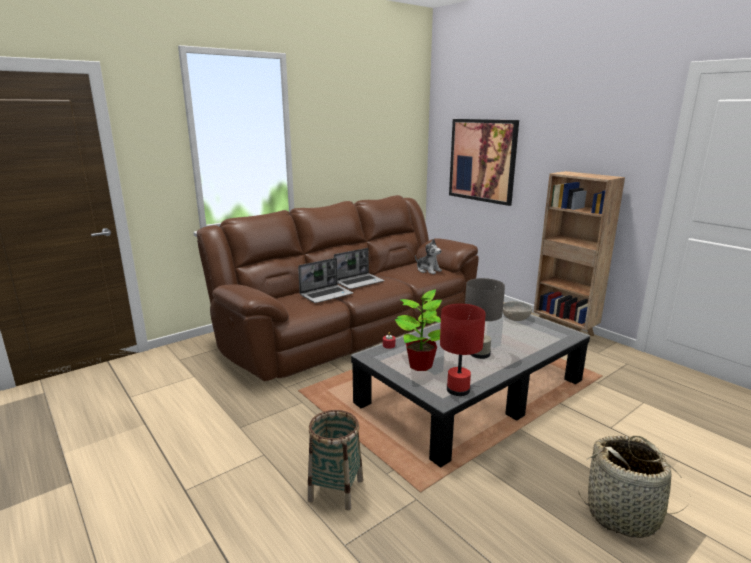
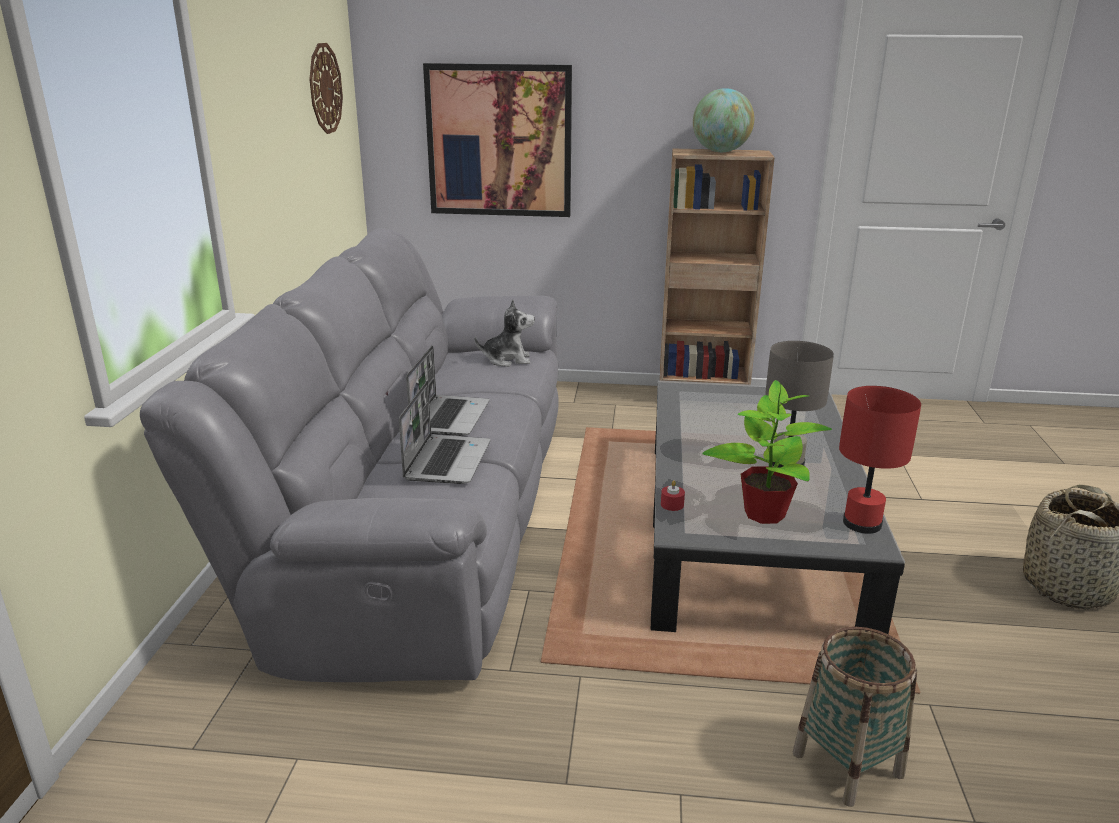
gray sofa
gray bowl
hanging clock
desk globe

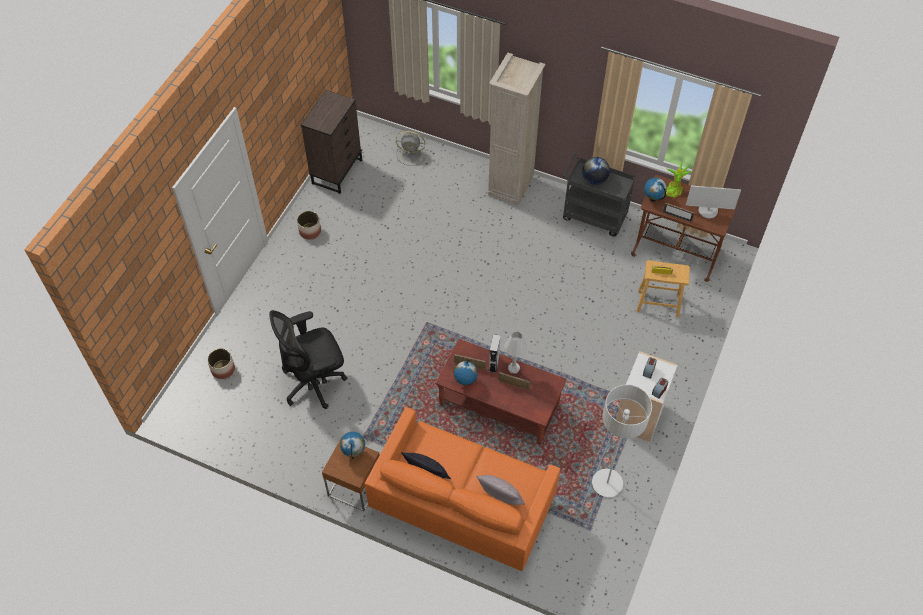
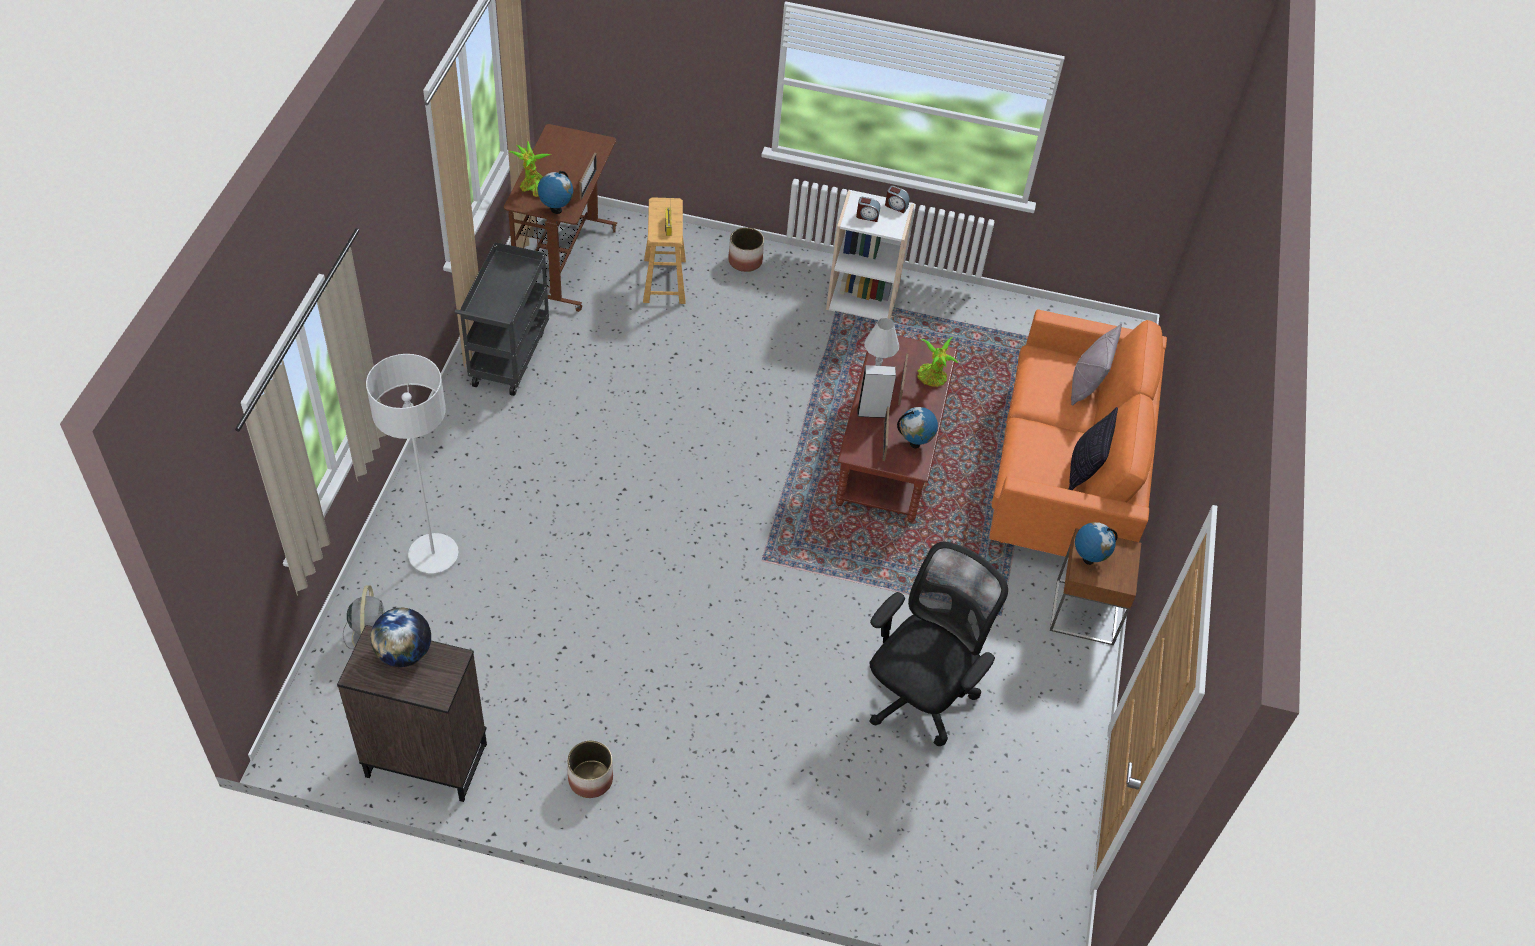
planter (no. 2 from left)
black-coloured desk chair
beige cabinet
desk globe (no. 1 from left)
gray standing lamp
computer display
plant in a pot (no. 2 from left)

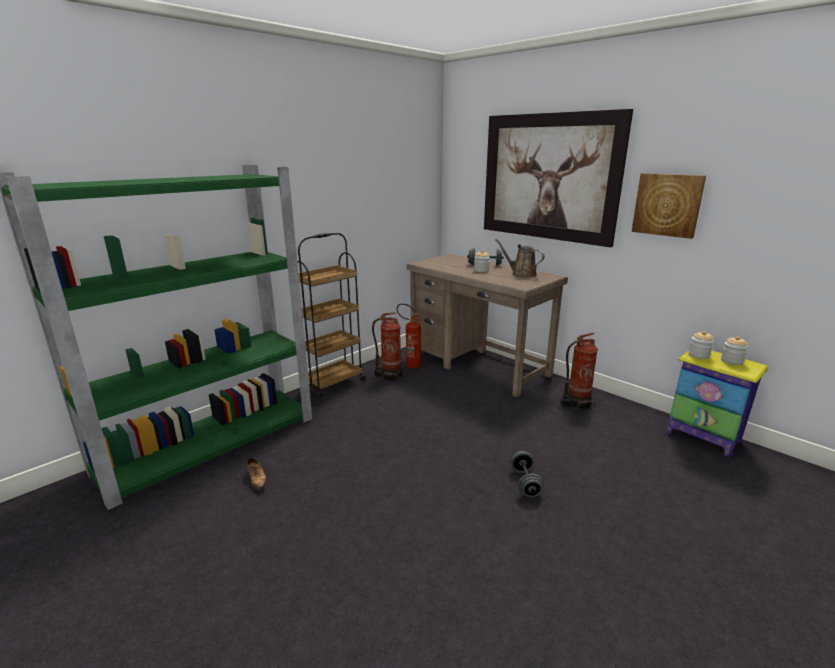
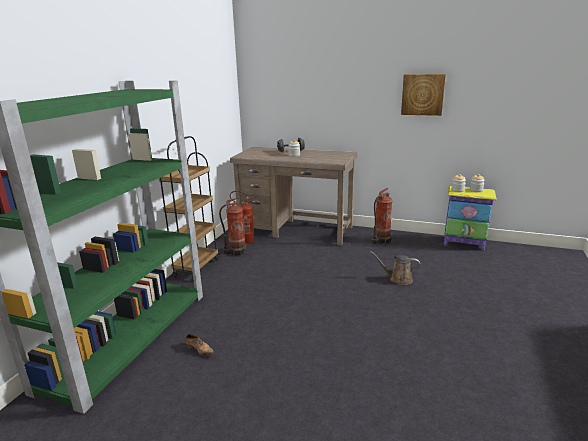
wall picture (no. 1 from left in the first image)
brown-coloured sprinkling can
gray hand weight (no. 2 from left in the first image)

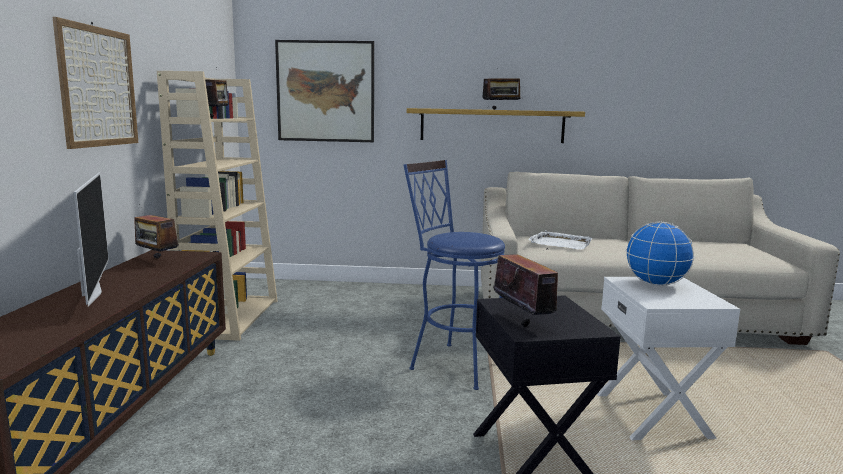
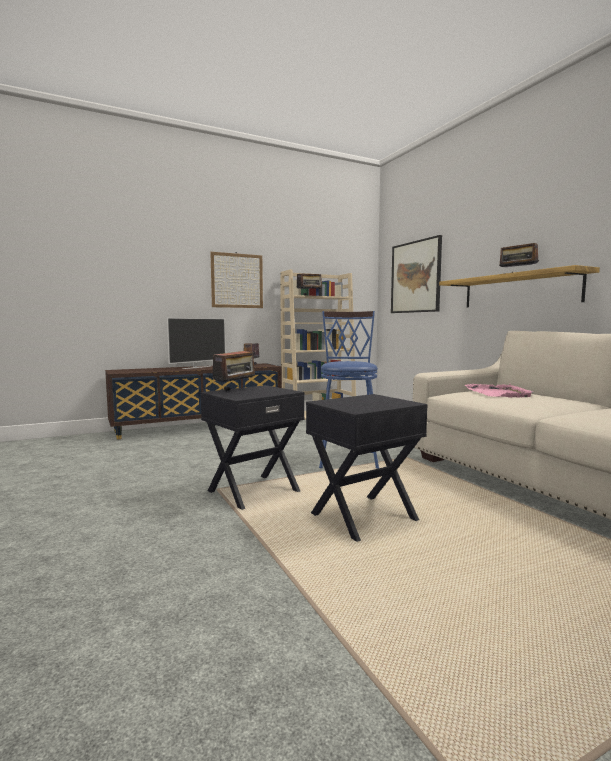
pink carrying tray
black-coloured end table (no. 2 from left)
desk globe

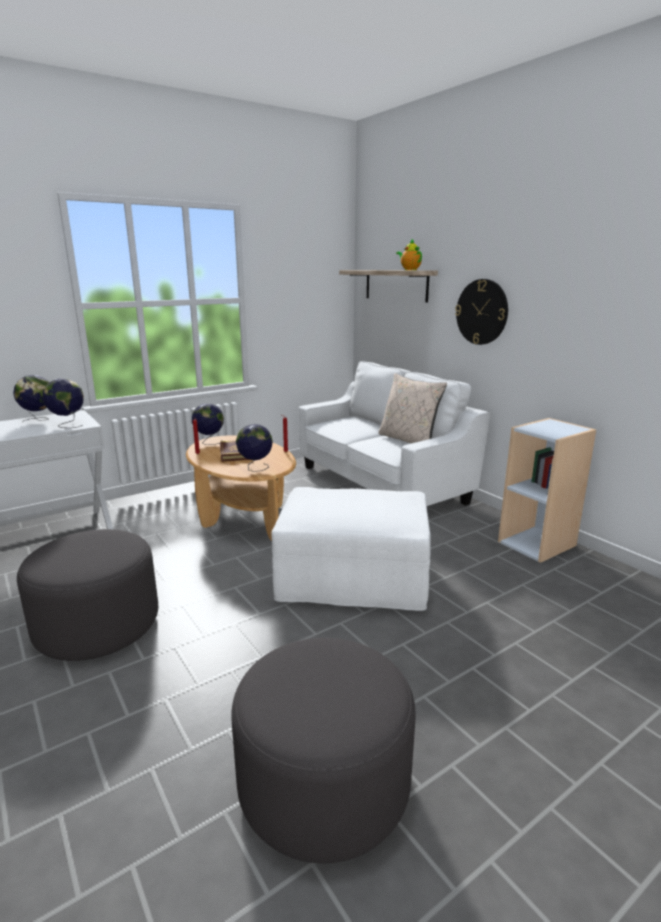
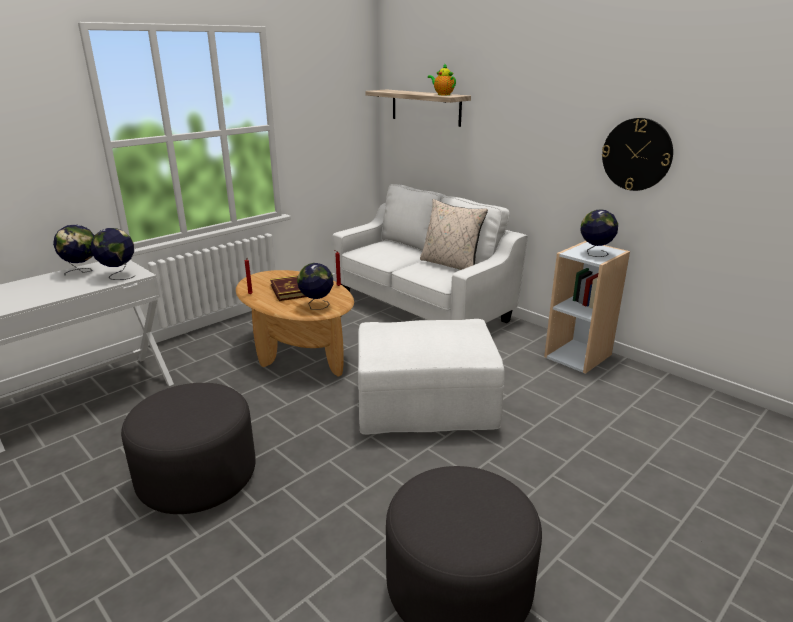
desk globe (no. 4 from left)
hanging clock

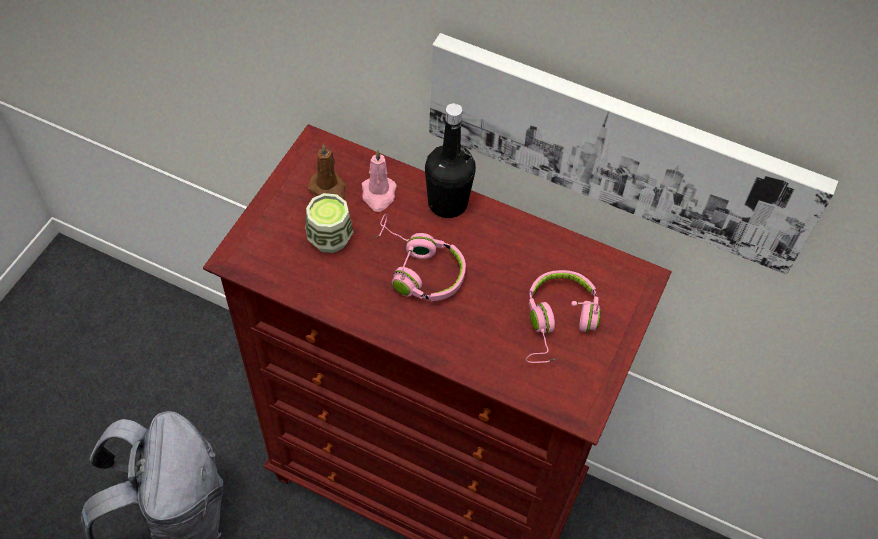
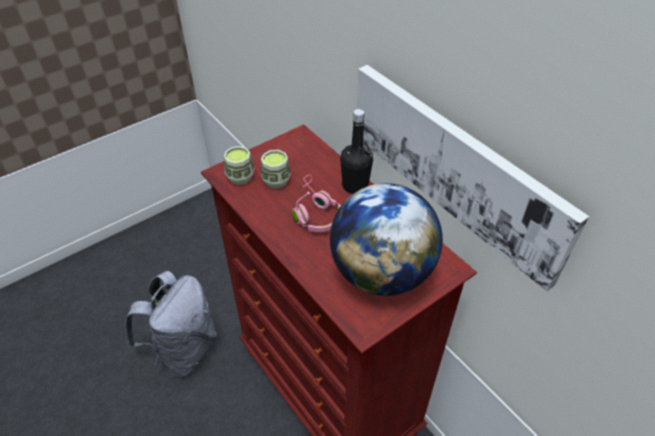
brown-coloured candle
pink candle
desk globe
drinking cup (no. 1 from left)

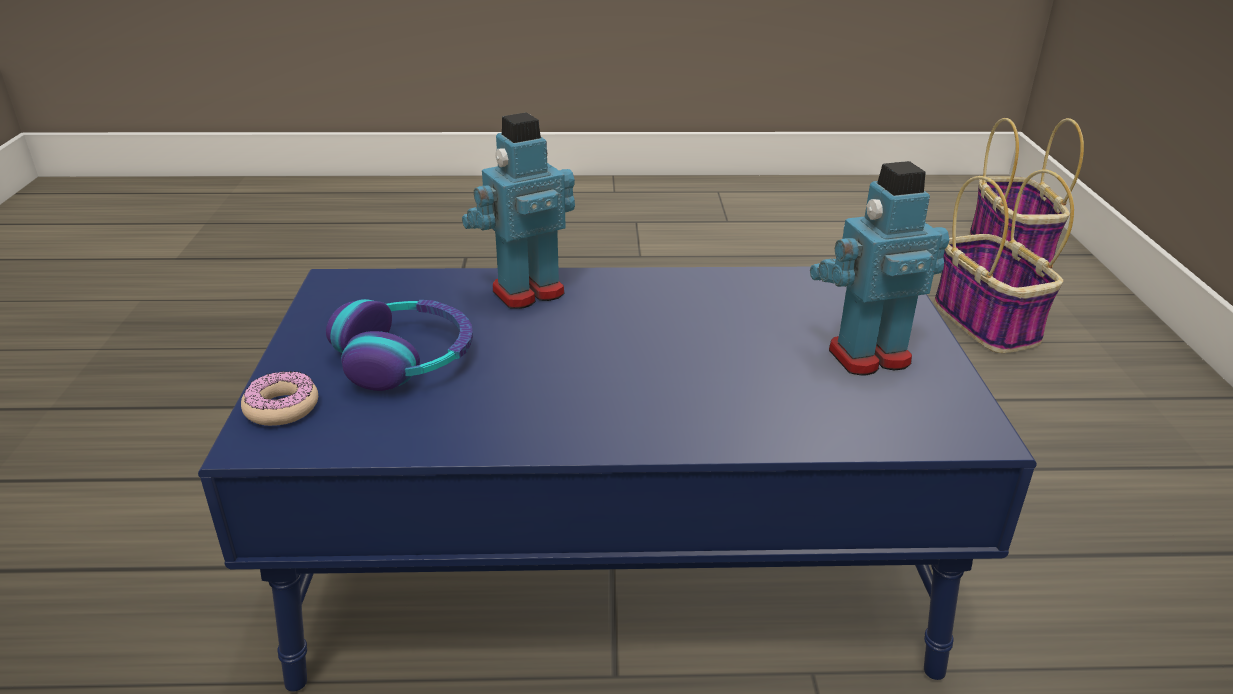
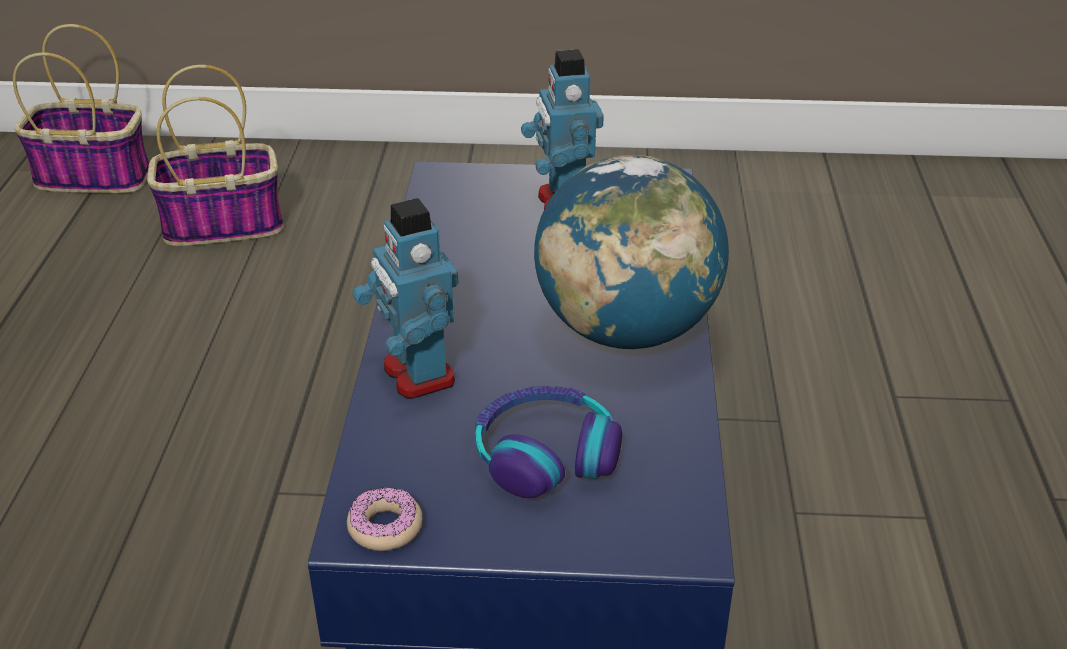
doughnut
desk globe

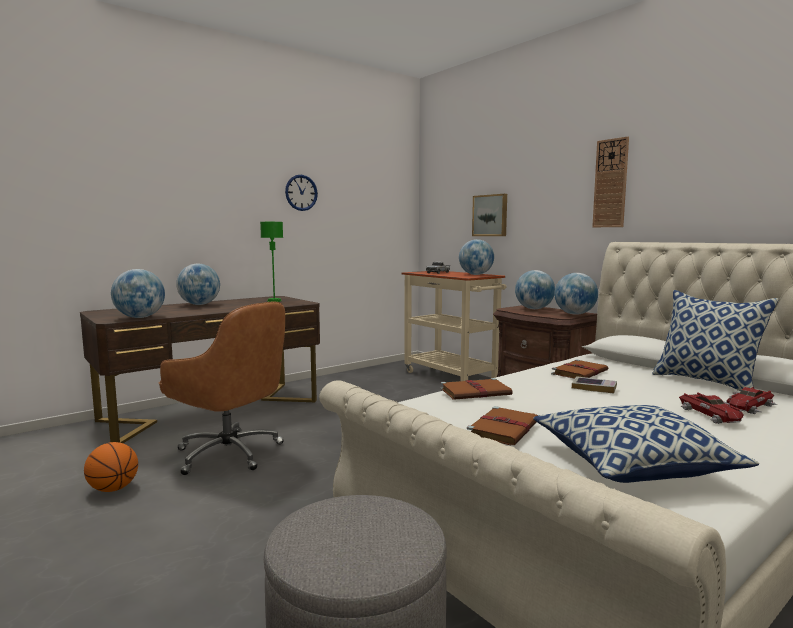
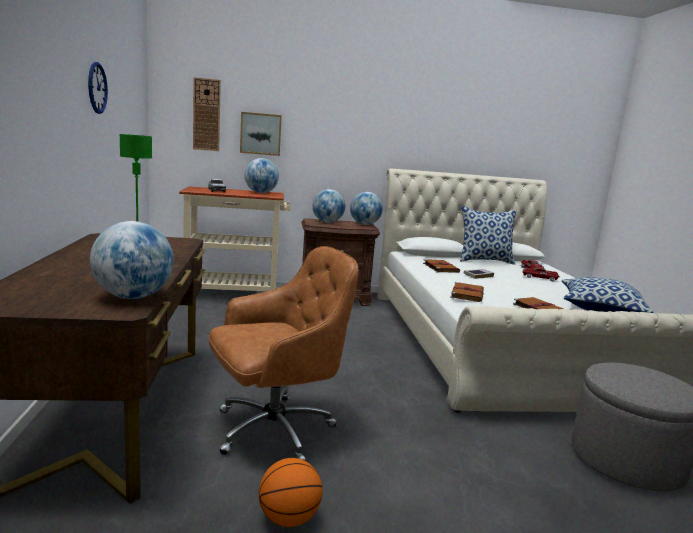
desk globe (no. 2 from left in the first image)
hanging clock (no. 2 from left)

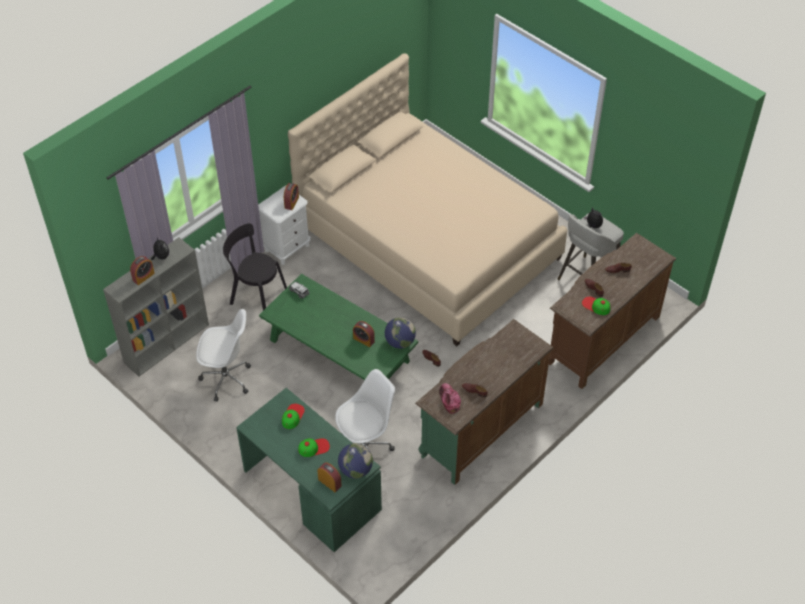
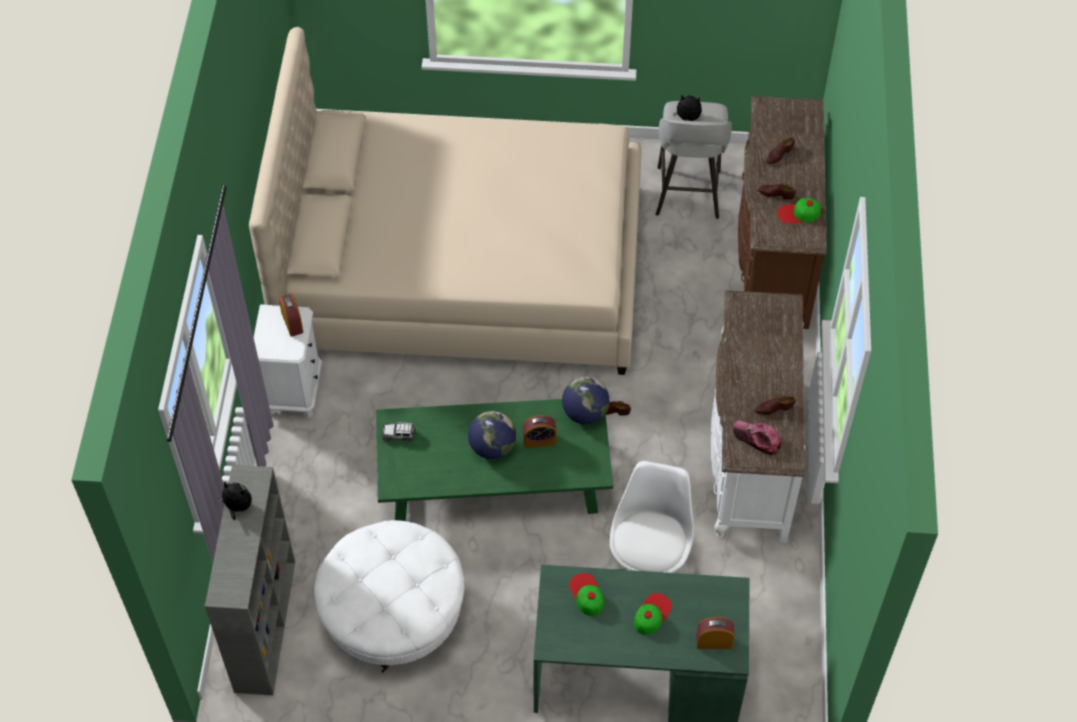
table clock (no. 1 from left in the first image)
white-coloured ottoman
black-coloured plain chair
desk globe (no. 1 from left)
white-coloured dresser

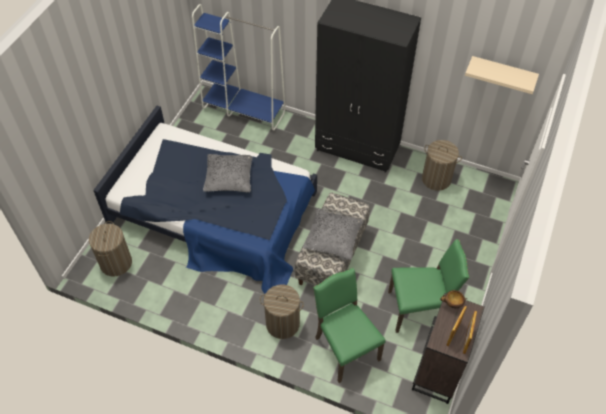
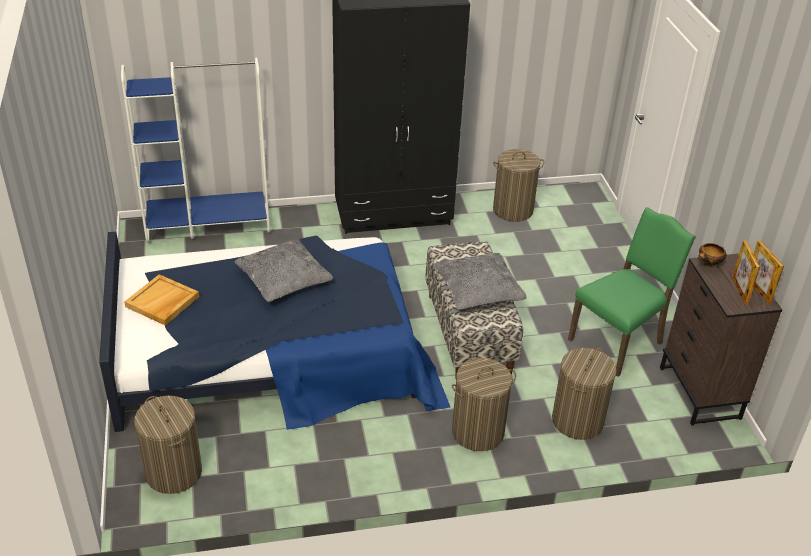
hamper (no. 4 from left)
beige wall shelf
beige carrying tray

